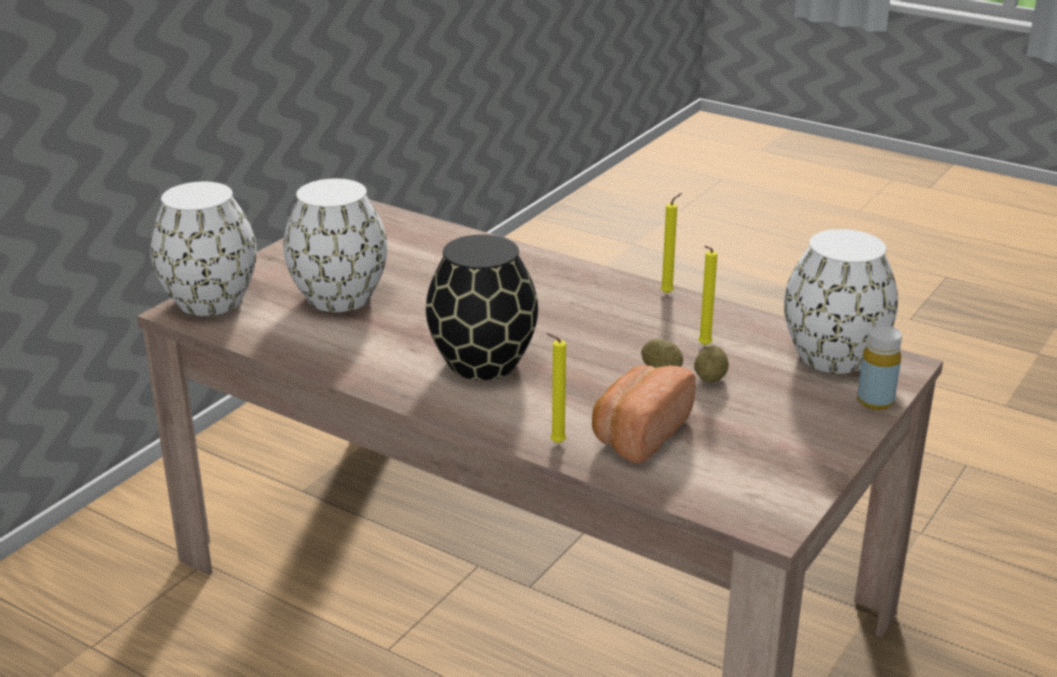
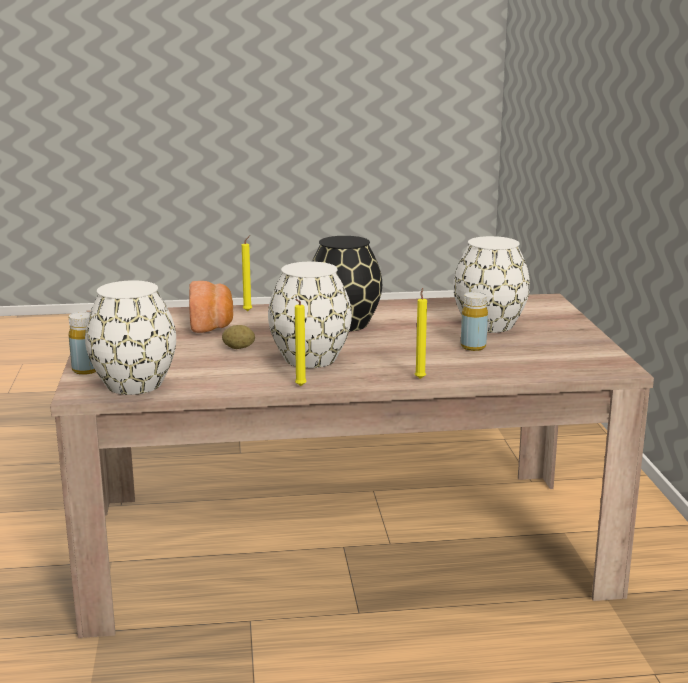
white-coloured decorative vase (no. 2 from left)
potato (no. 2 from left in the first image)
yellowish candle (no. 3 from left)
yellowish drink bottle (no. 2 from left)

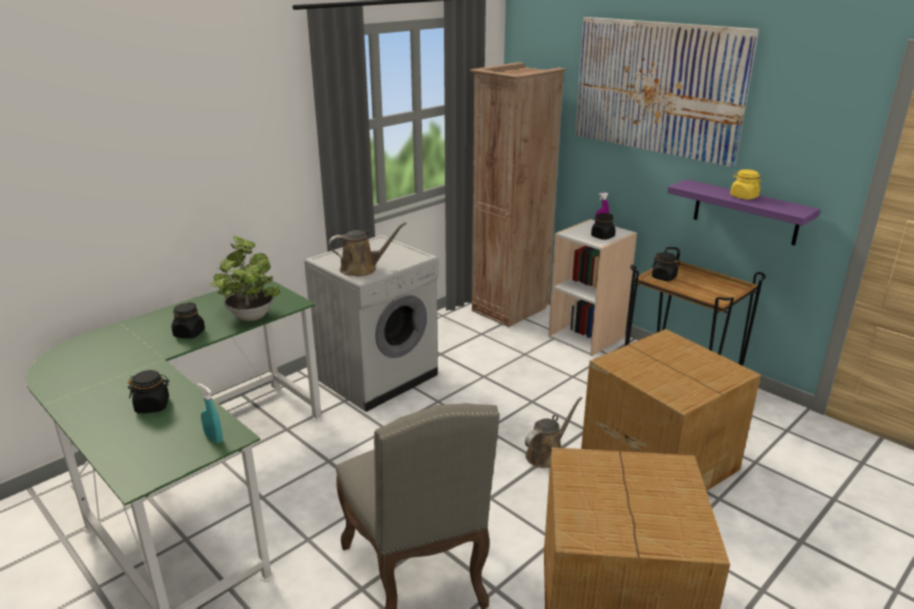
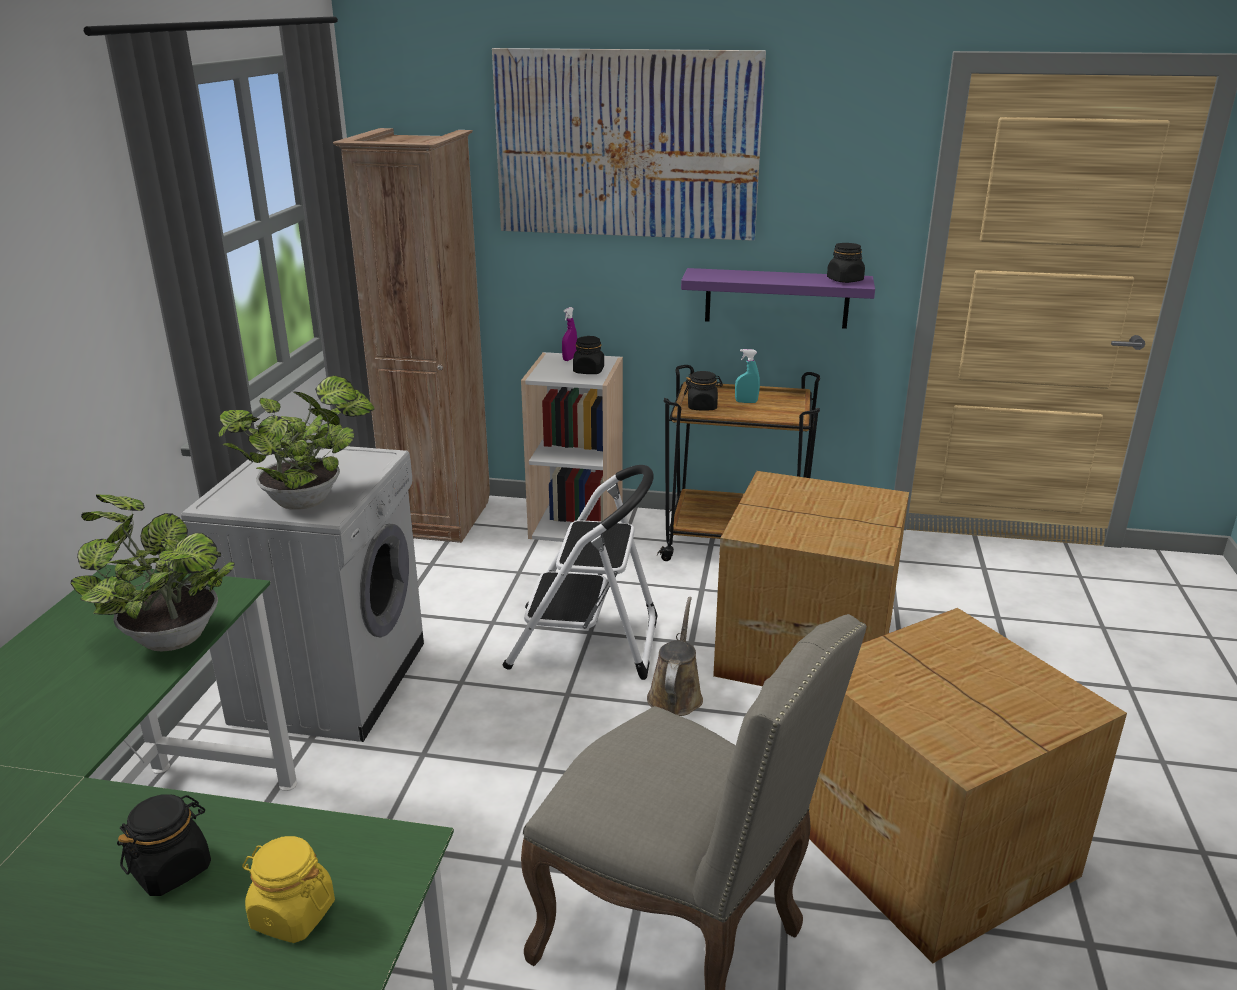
black-coloured preserve jar (no. 4 from left)
turquoise hand sprayer
plant in a pot (no. 2 from left)
yellowish preserve jar
stepladder

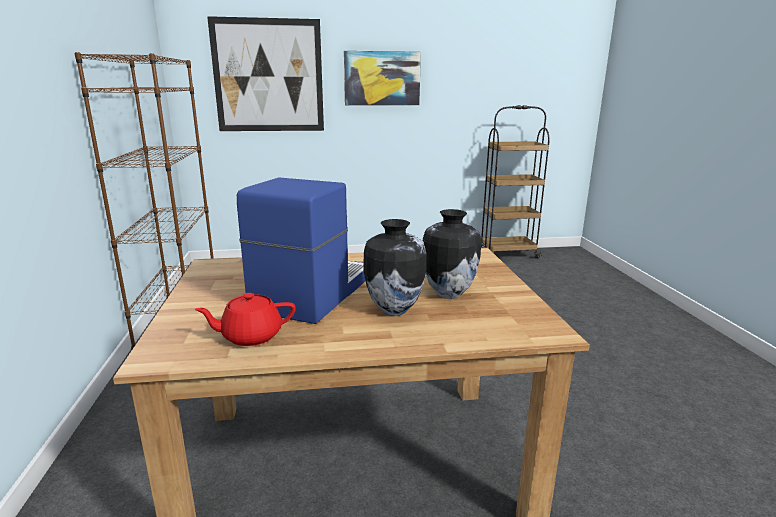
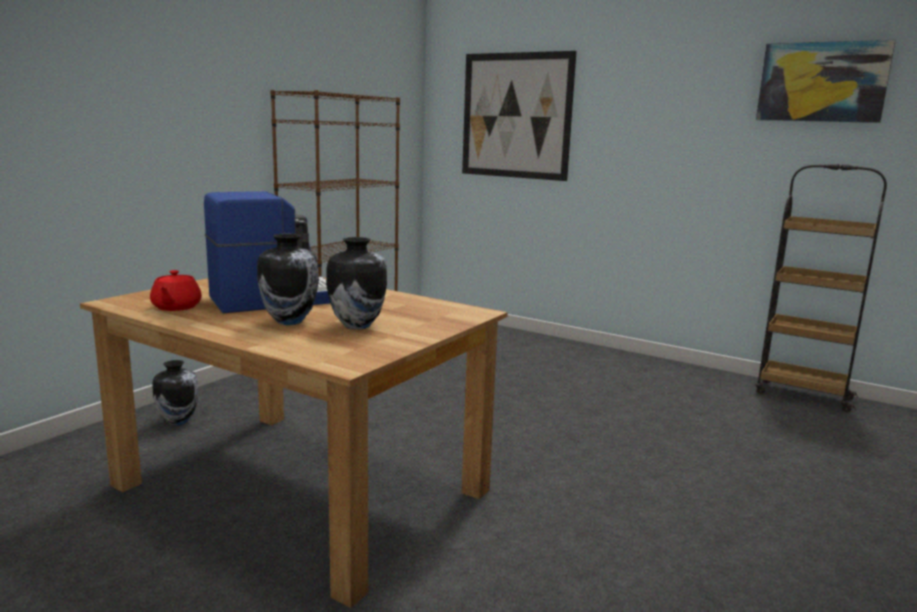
red-coloured teapot
wall picture (no. 2 from left)
decorative vase (no. 1 from left)

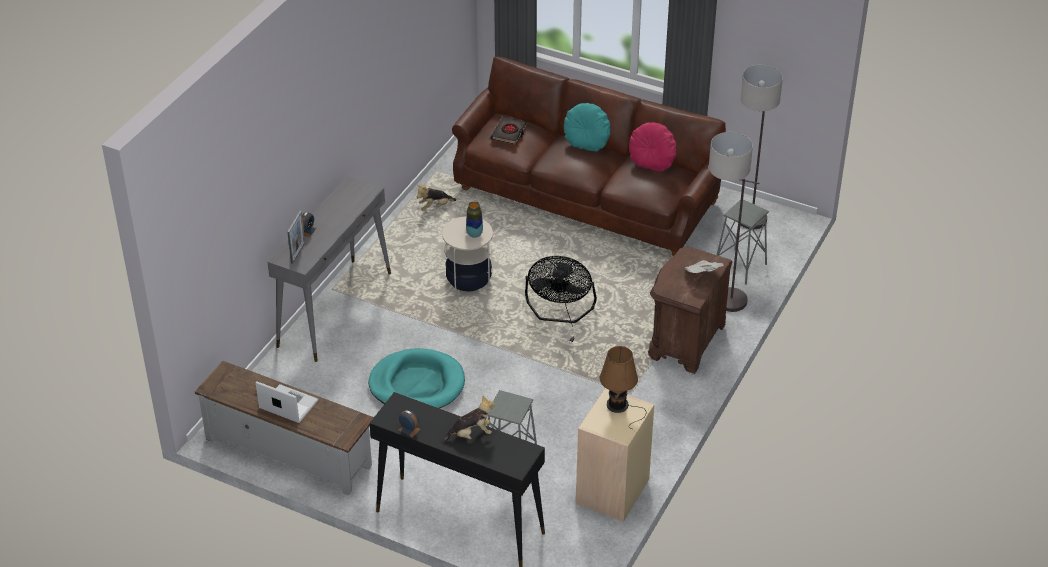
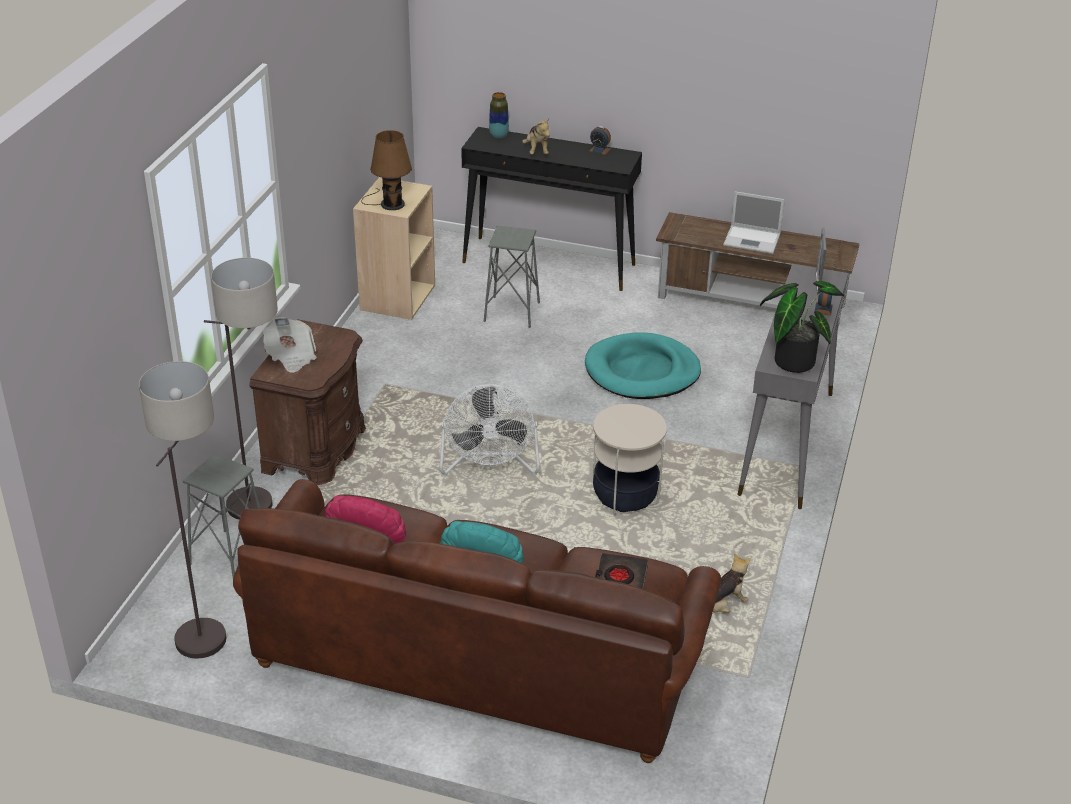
soft toy (no. 1 from left)
decorative vase
white-coloured electric fan
plant in a pot

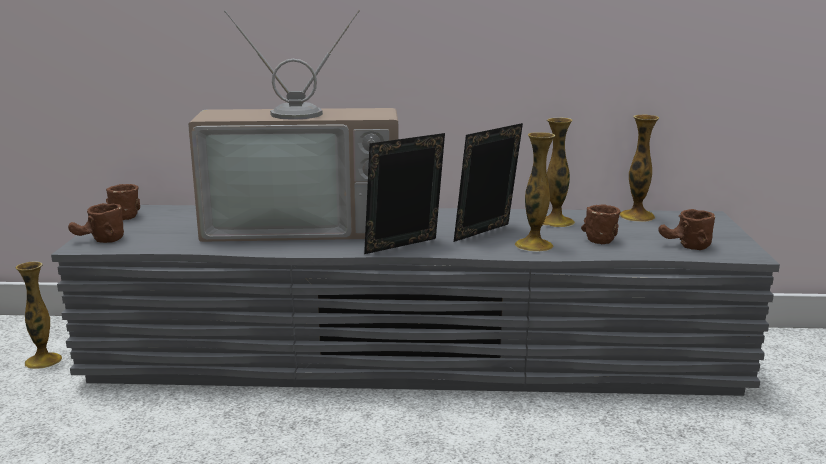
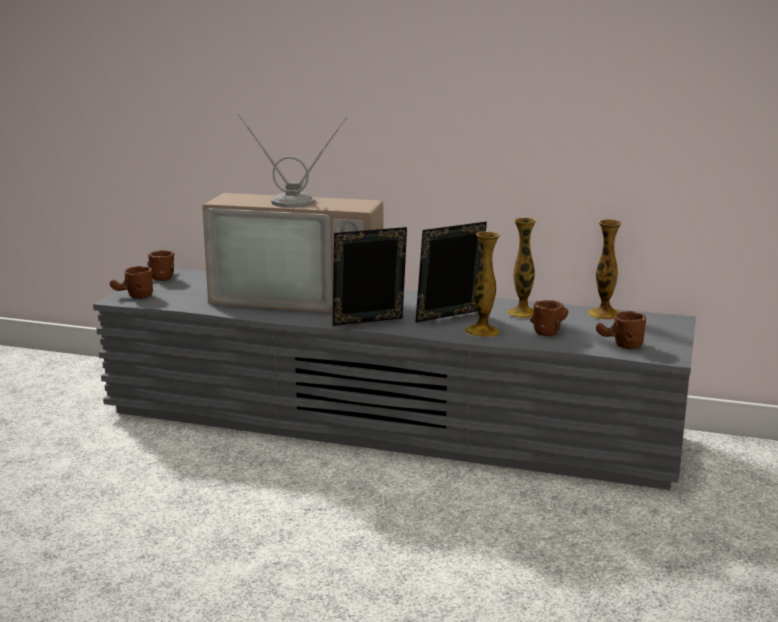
decorative vase (no. 1 from left in the first image)

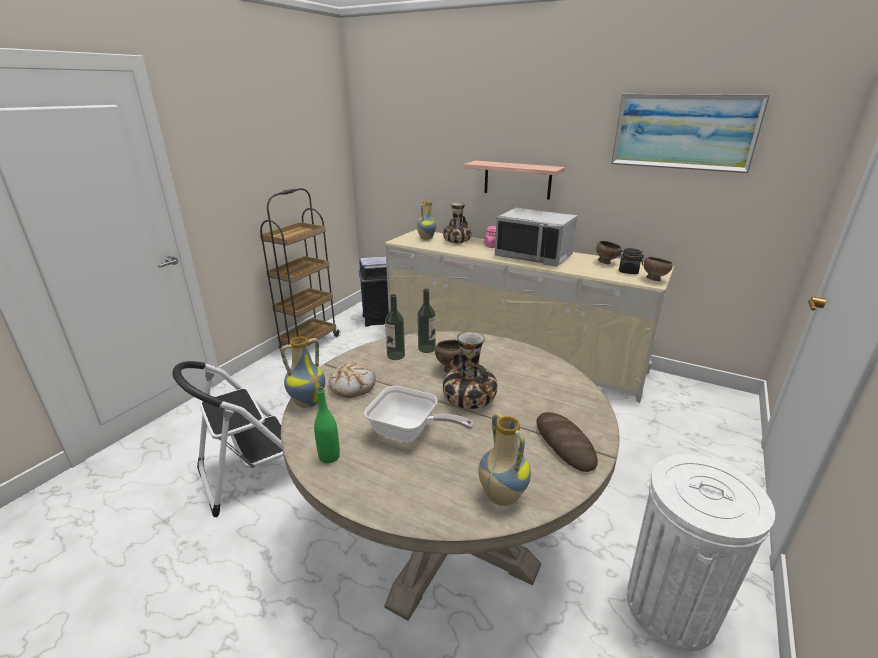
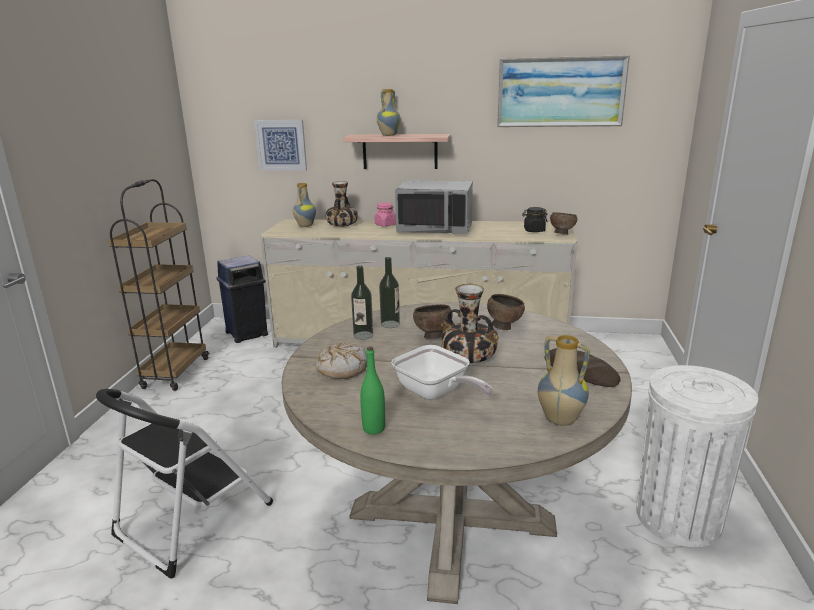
decorative vase (no. 3 from left)
frying pan
brown-coloured bowl (no. 2 from left)
wall picture (no. 1 from left)

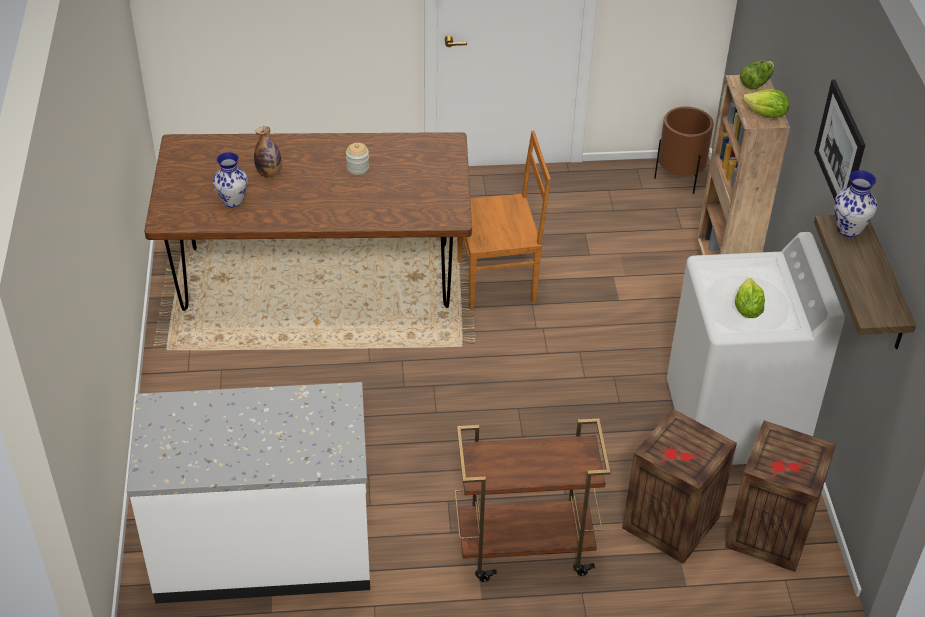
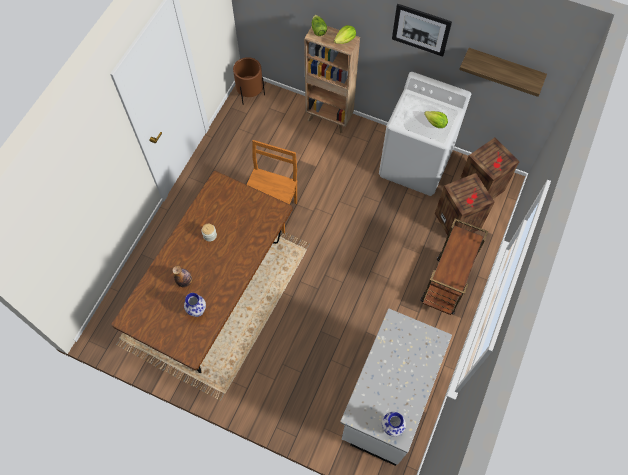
decorative vase (no. 2 from left)

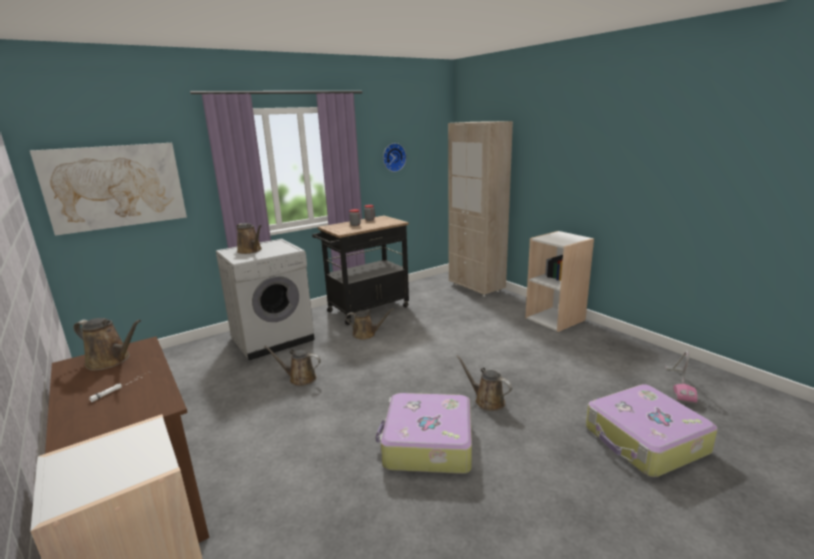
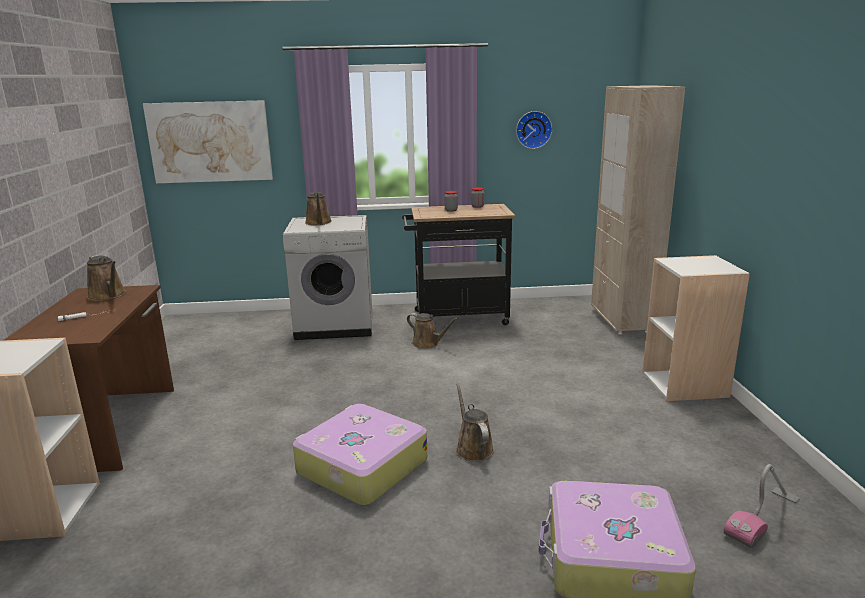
brown-coloured sprinkling can (no. 3 from left in the first image)

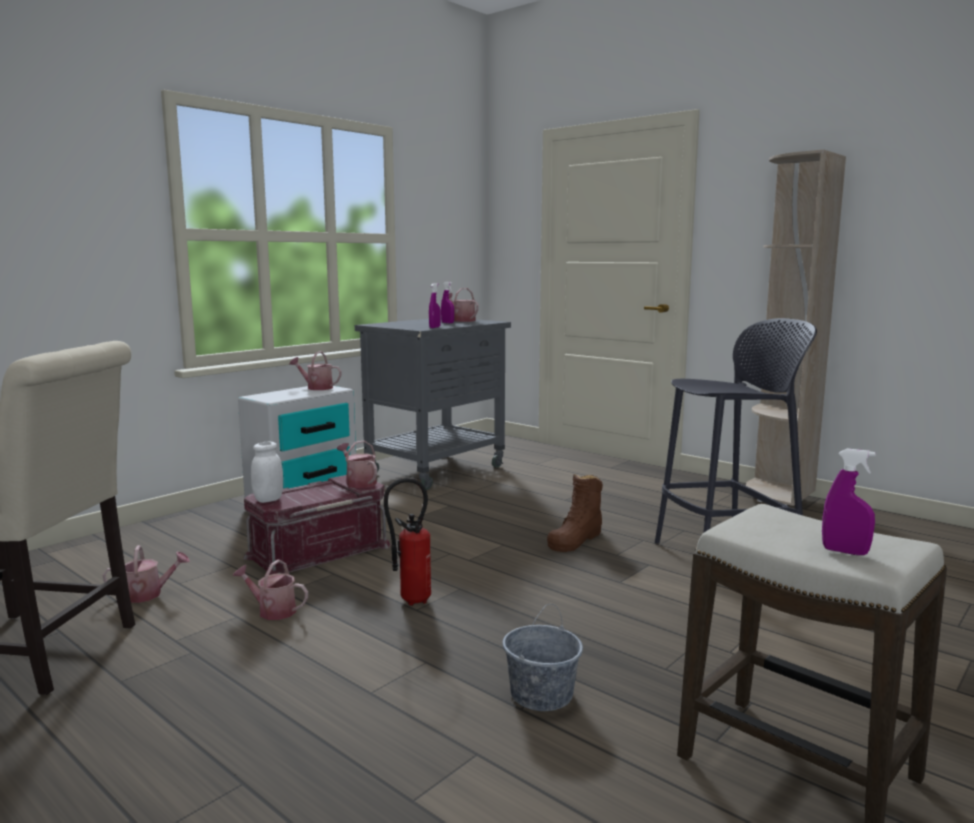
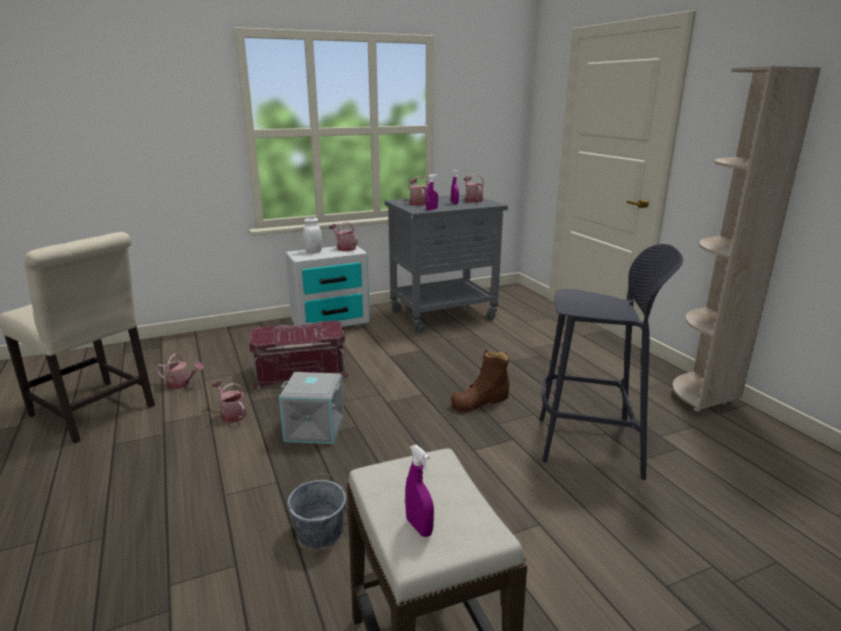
white-coloured preserve jar
sprinkling can (no. 4 from left)
gray storage bin

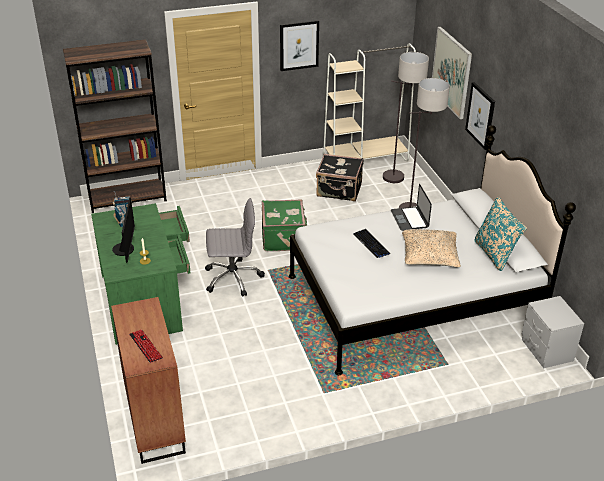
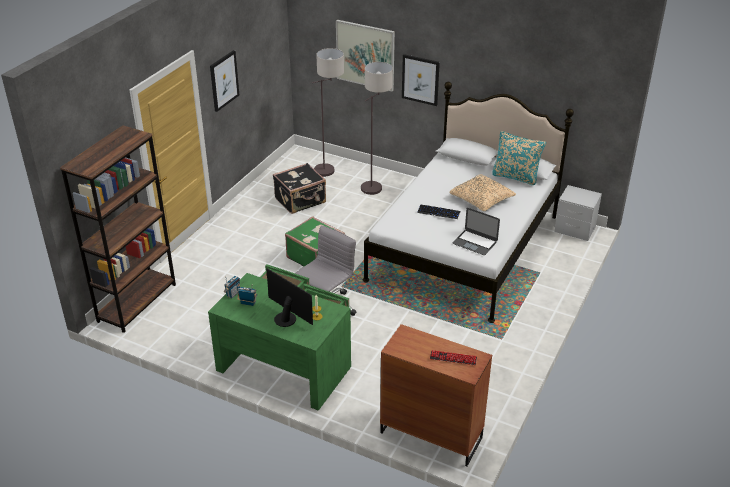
beige clothes rack
laptop

